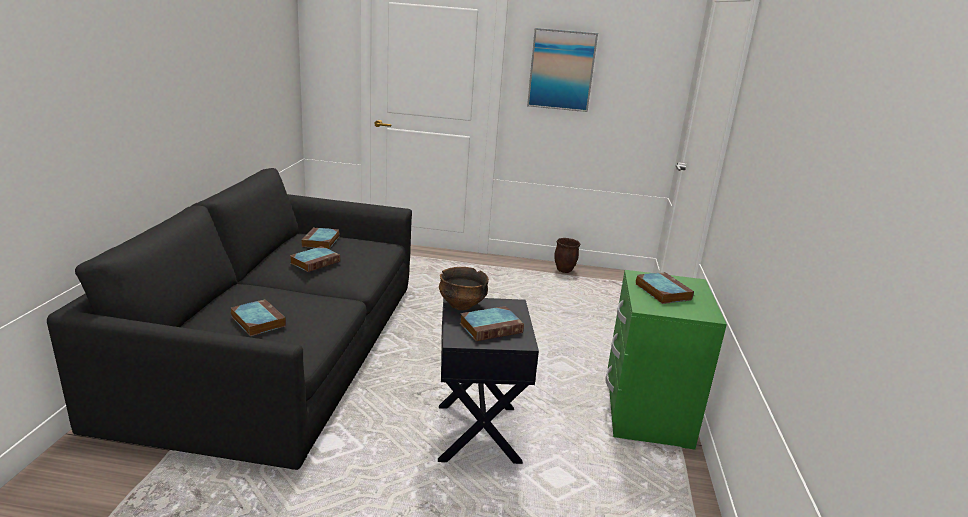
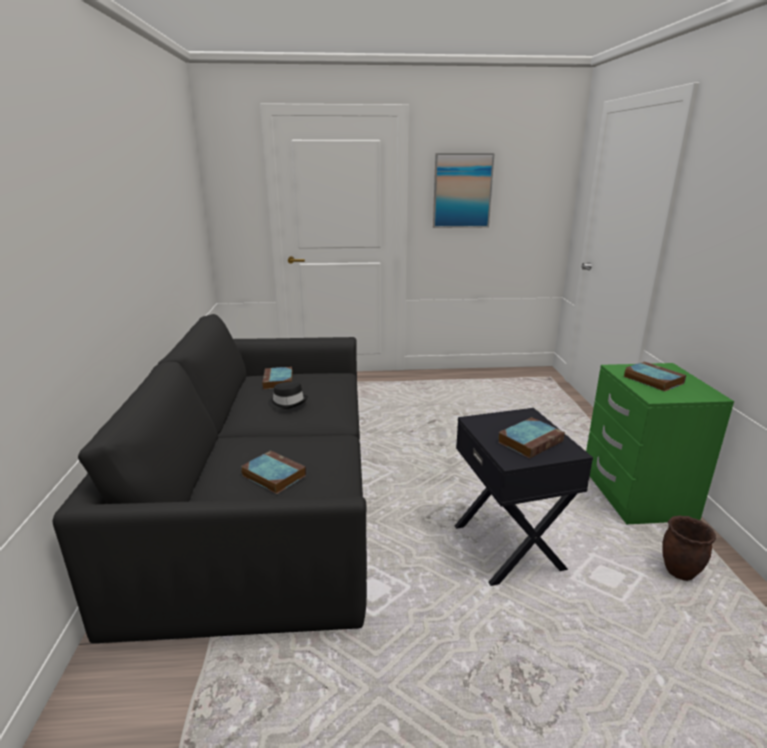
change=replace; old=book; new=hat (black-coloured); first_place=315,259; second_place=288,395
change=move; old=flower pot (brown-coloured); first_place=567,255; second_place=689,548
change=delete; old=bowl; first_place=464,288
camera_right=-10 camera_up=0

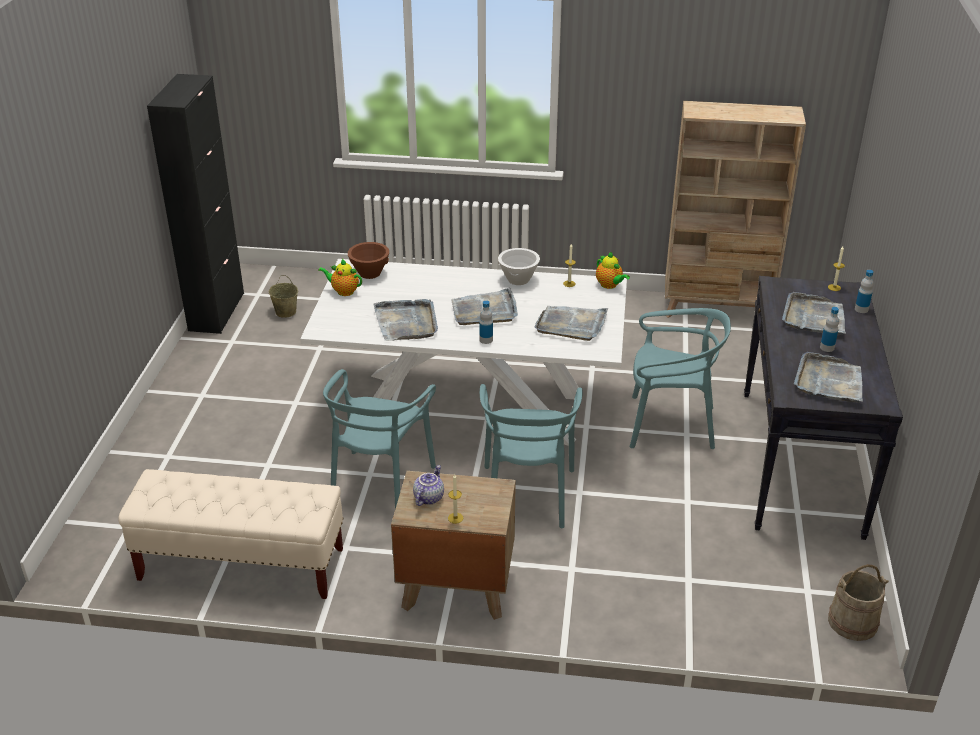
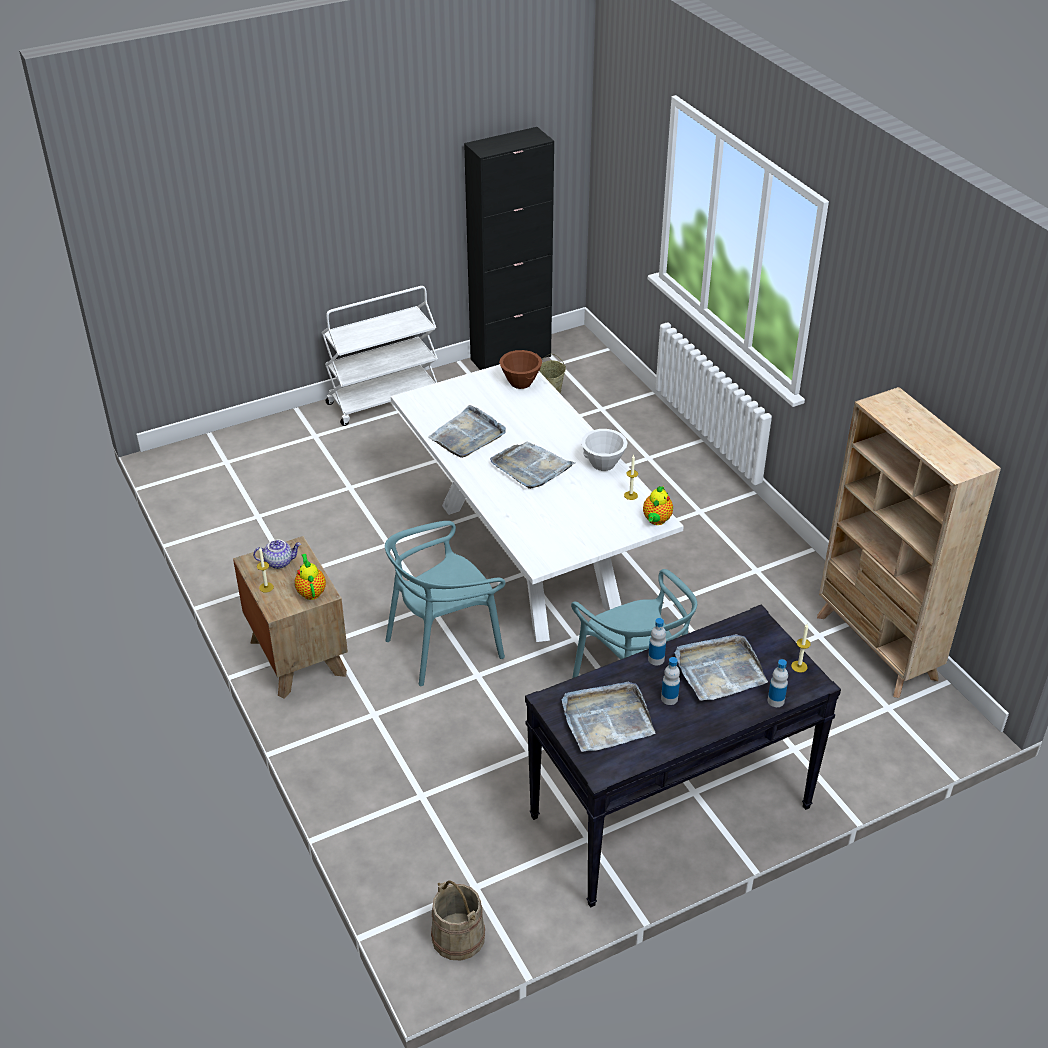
change=move; old=tea pot; first_place=340,277; second_place=310,577
change=insert; new=cart (white-coloured); second_place=380,356
change=move; old=drink bottle; first_place=486,322; second_place=657,641
change=delete; old=bench (beige-coloured); first_place=231,534
change=delete; old=chair (turquoise-coloured); first_place=379,439
change=delete; old=carrying tray (grey); first_place=571,323
camera_right=55 camera_up=5

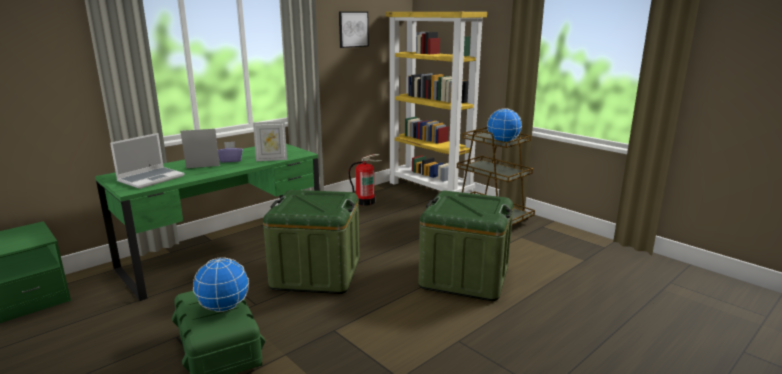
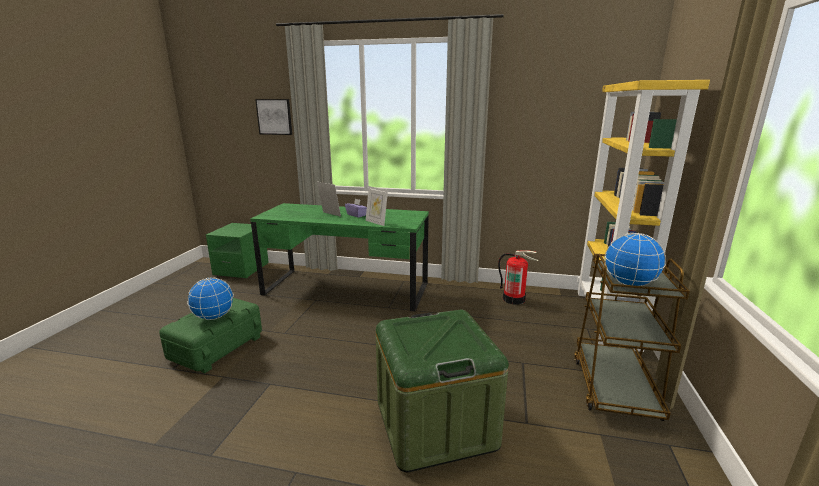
change=move; old=picture; first_place=354,29; second_place=273,117
change=delete; old=laptop; first_place=147,161
change=delete; old=storage box (green-coloured); first_place=311,242
camera_right=55 camera_up=0

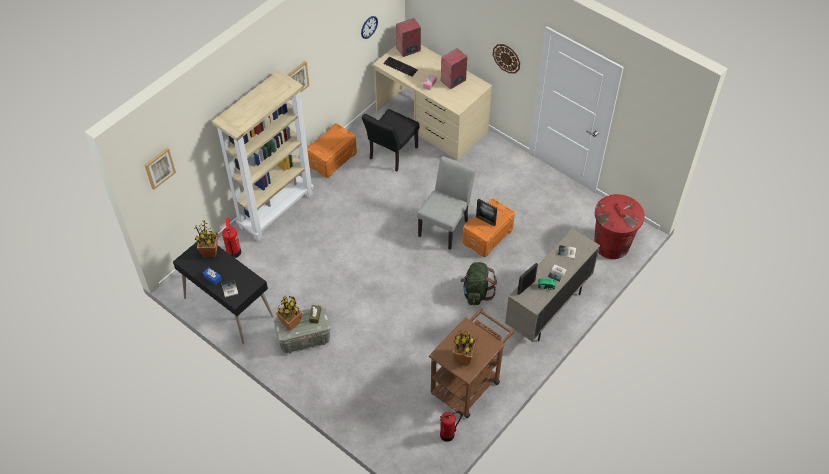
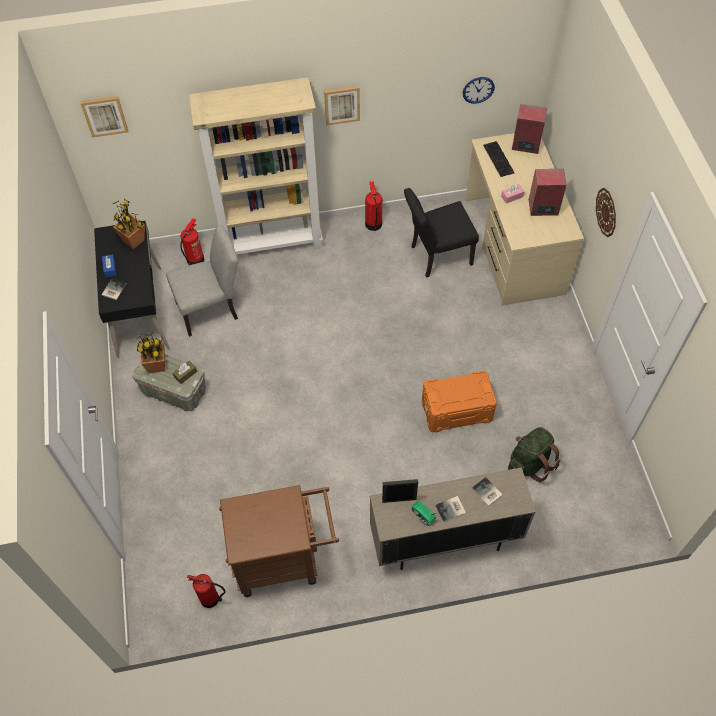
change=move; old=chair (grey); first_place=446,203; second_place=202,281
change=replace; old=storage box (orange); new=fire extinguisher; first_place=332,150; second_place=373,206
change=move; old=rucksack (green-coloured); first_place=479,283; second_place=534,454
change=delete; old=potted plant; first_place=465,347
change=delete; old=picture frame; first_place=486,213
change=delete; old=trash can (reddish); first_place=619,226
camera_right=40 camera_up=5

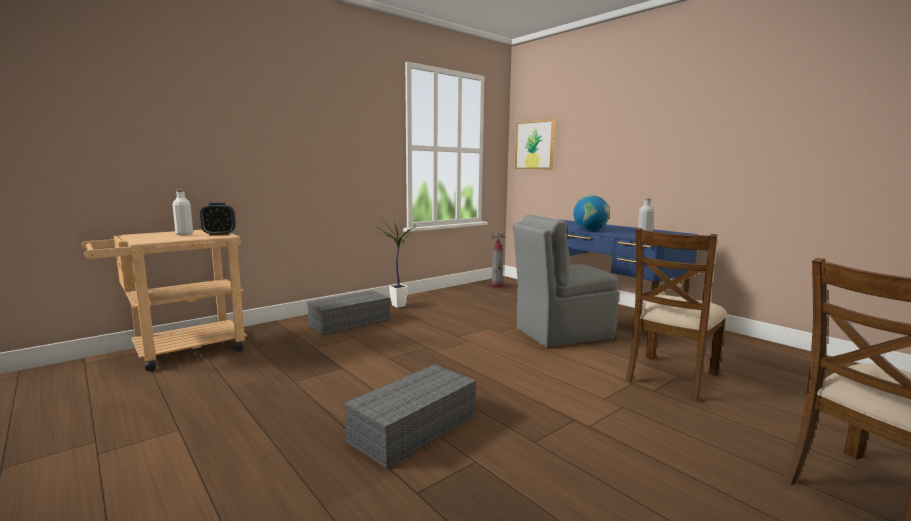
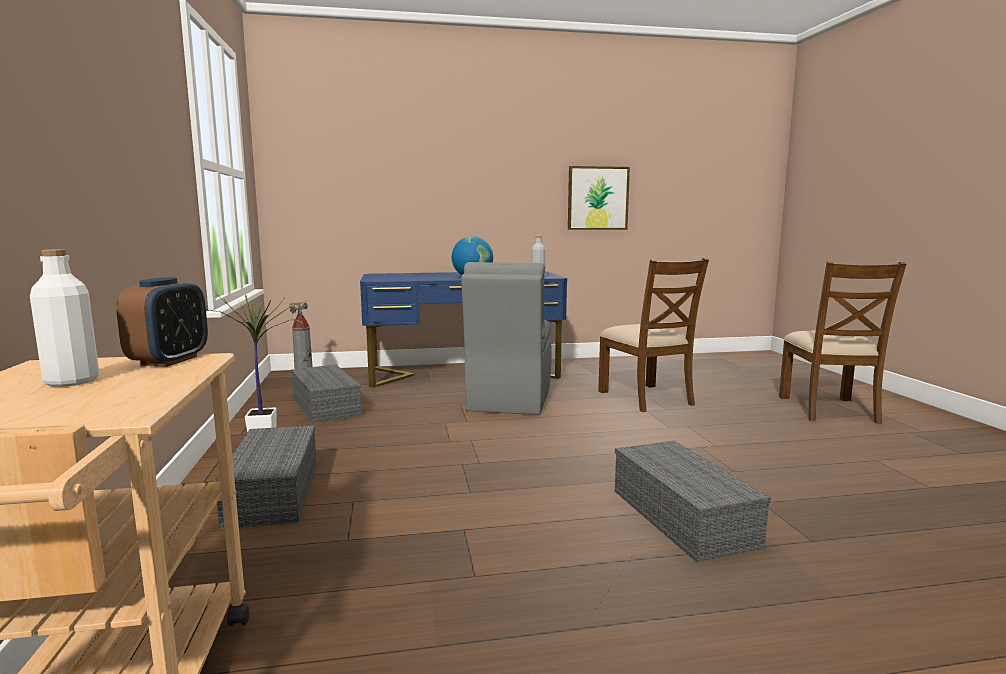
change=insert; new=storage box (grey); second_place=326,394
change=move; old=picture; first_place=535,144; second_place=599,198
camera_right=-60 camera_up=0

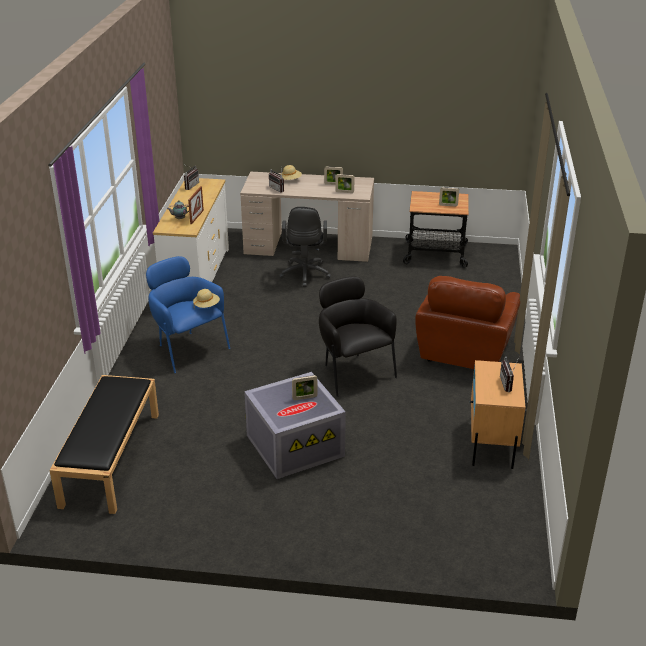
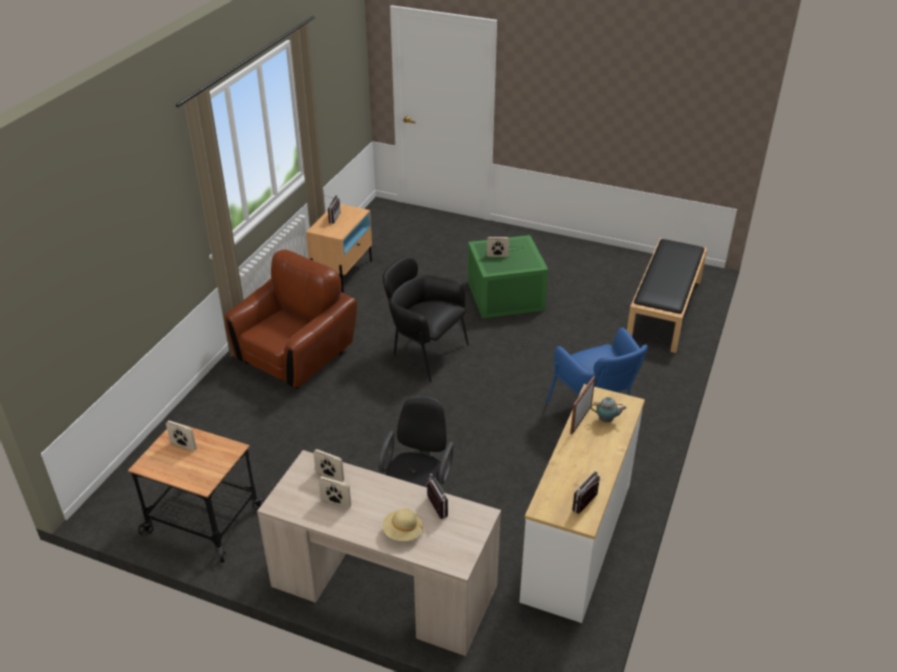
change=rotate; old=lounge chair (black-coloured); first_place=358,336; second_place=426,319; degrees=135
change=recolor; old=storage box (grey); new=storage box (green-coloured); first_place=295,425; second_place=508,276
change=delete; old=hat (beige-coloured); first_place=206,299
camera_right=-165 camera_up=5

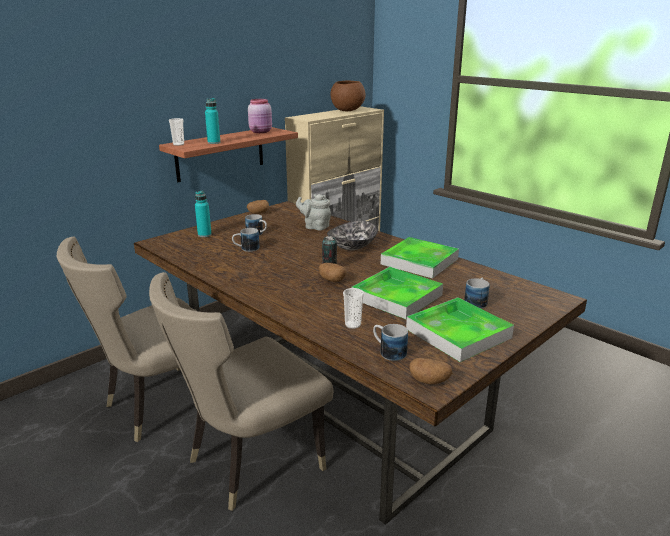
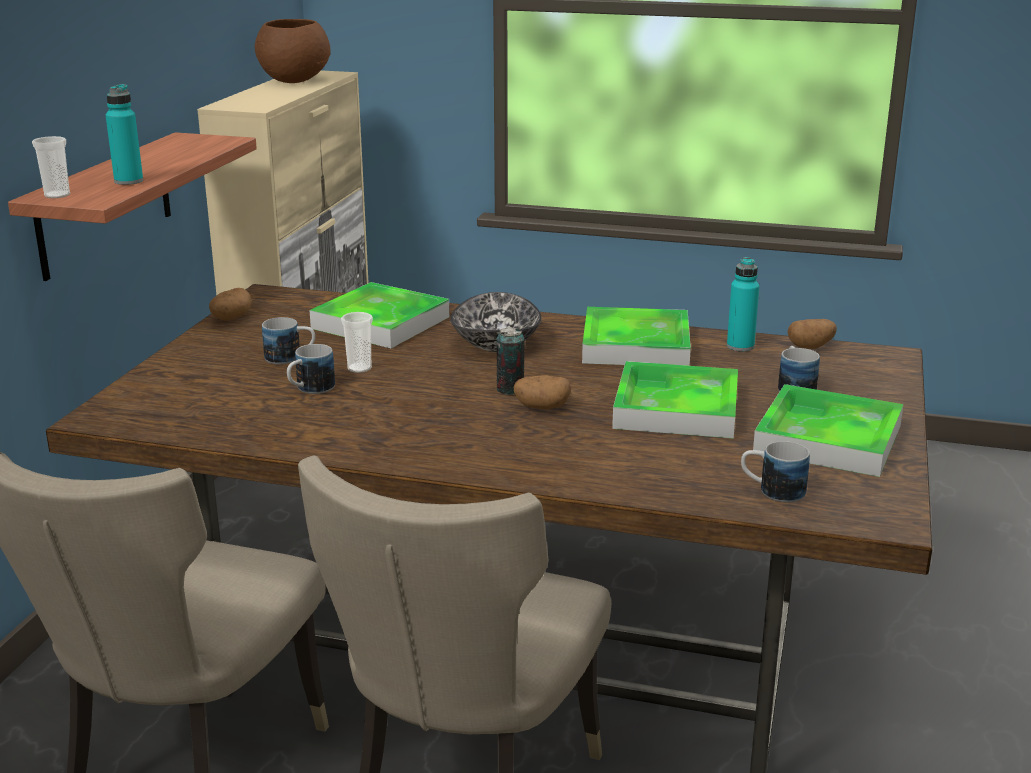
change=replace; old=tea pot (grey); new=carrying tray; first_place=313,212; second_place=379,315
change=move; old=small cup; first_place=353,308; second_place=357,342
change=move; old=drink bottle (turquoise-coloured); first_place=203,214; second_place=743,304
change=move; old=spud; first_place=430,371; second_place=812,334
change=delete; old=preserve jar (pink); first_place=260,116
camera_right=-30 camera_up=0

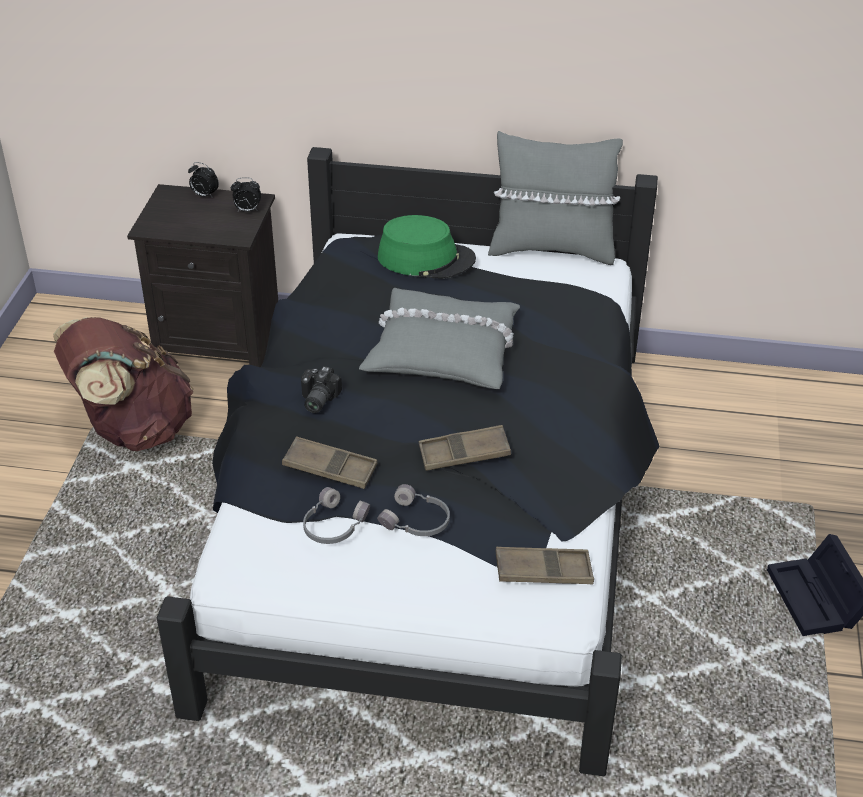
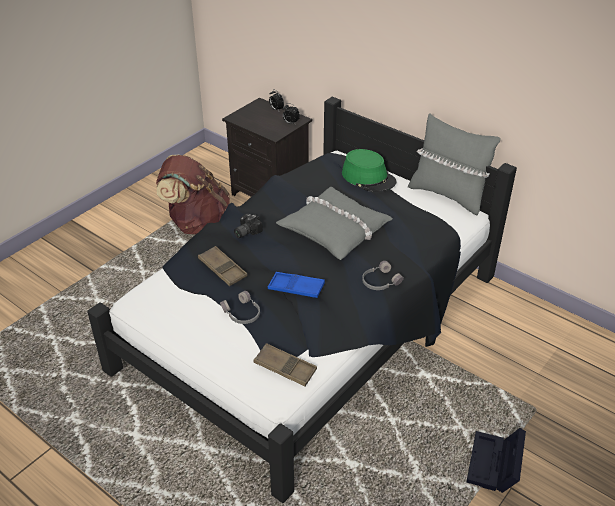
change=recolor; old=carrying tray (brown-coloured); new=carrying tray (blue-coloured); first_place=465,448; second_place=296,285
change=move; old=headphones (grey); first_place=336,515; second_place=383,275
camera_right=30 camera_up=0

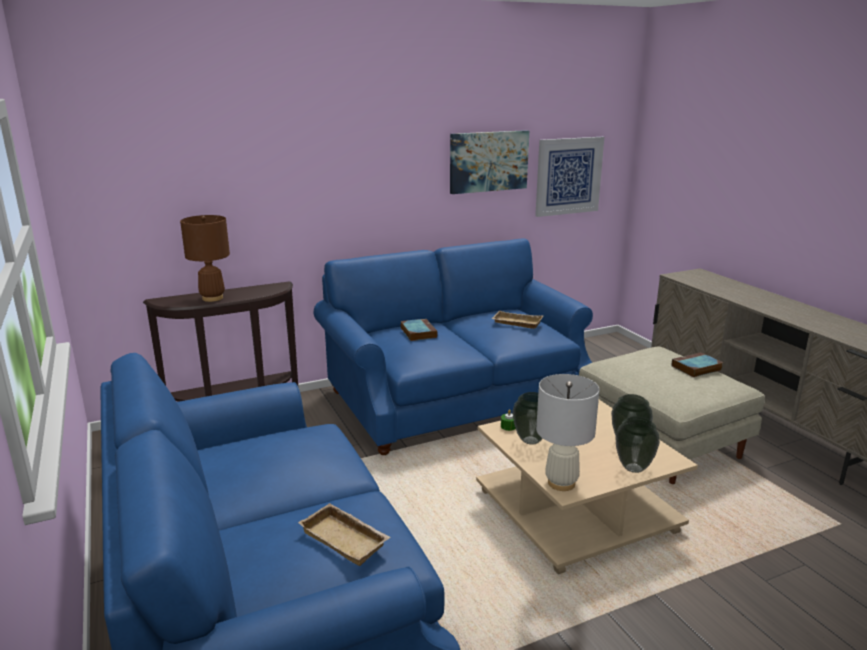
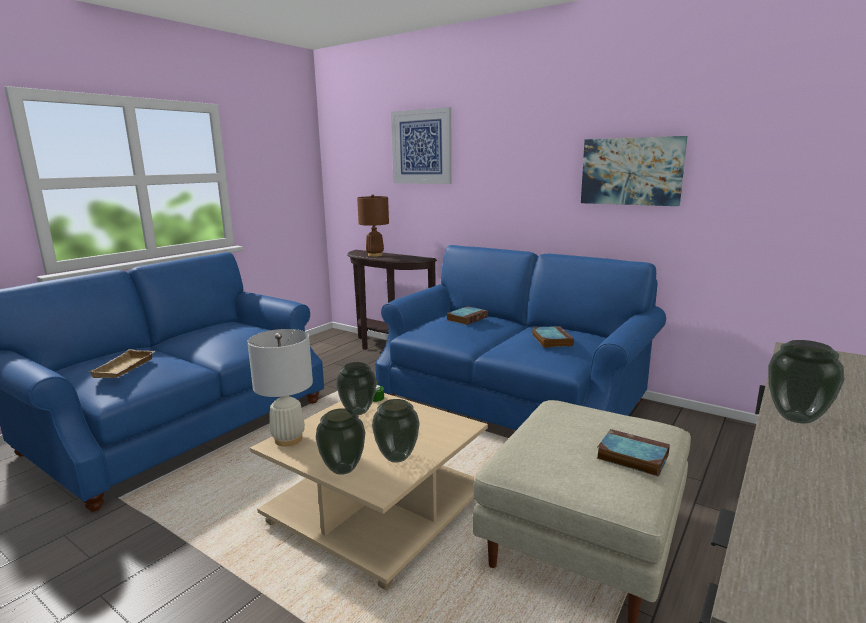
change=move; old=picture; first_place=569,177; second_place=421,145
change=replace; old=carrying tray (beige-coloured); new=book; first_place=517,320; second_place=553,337
change=insert; new=decorative vase; second_place=806,382
camera_right=60 camera_up=-5

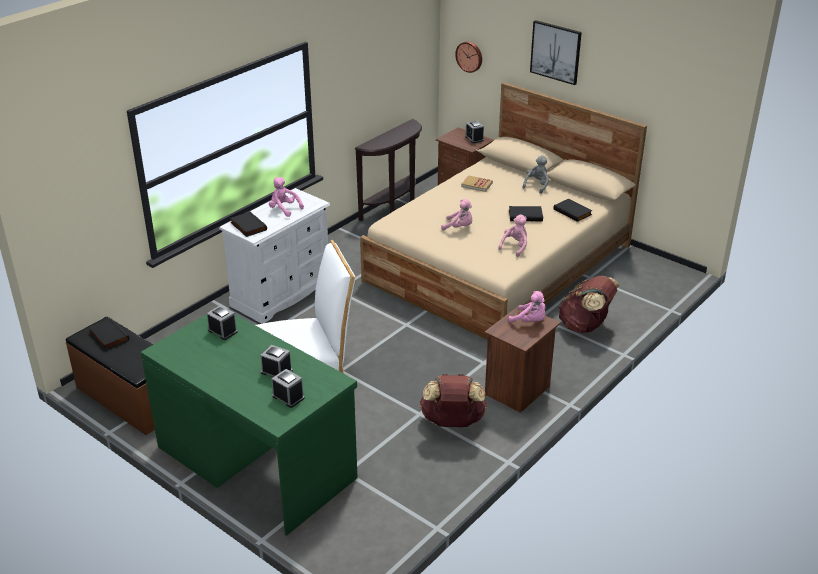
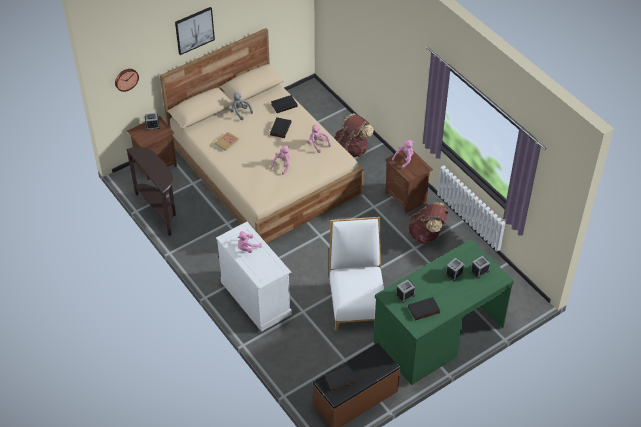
change=move; old=book (black-coloured); first_place=248,224; second_place=424,309
camera_right=-75 camera_up=15

